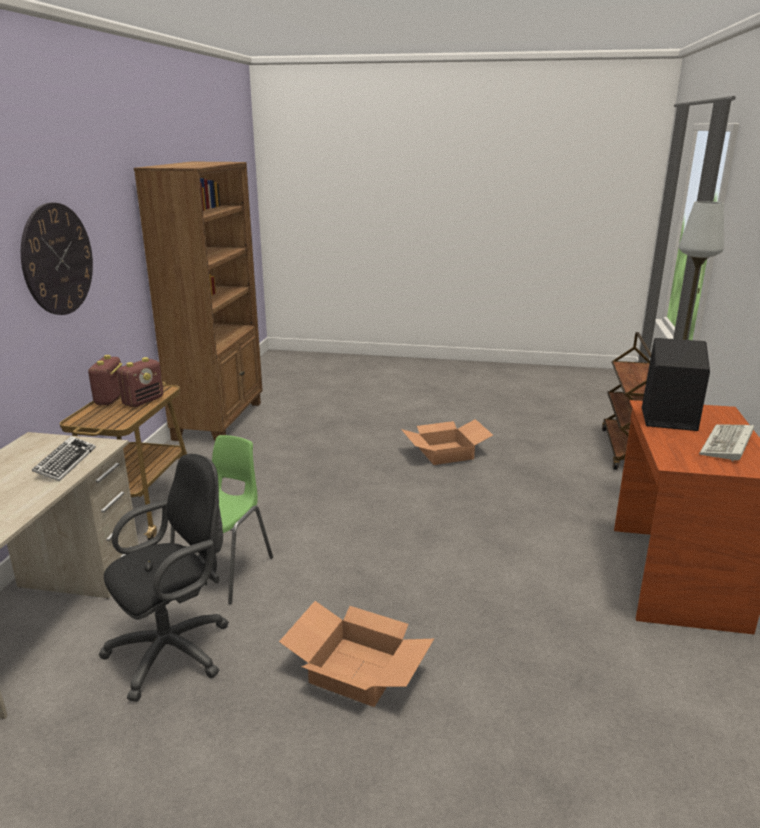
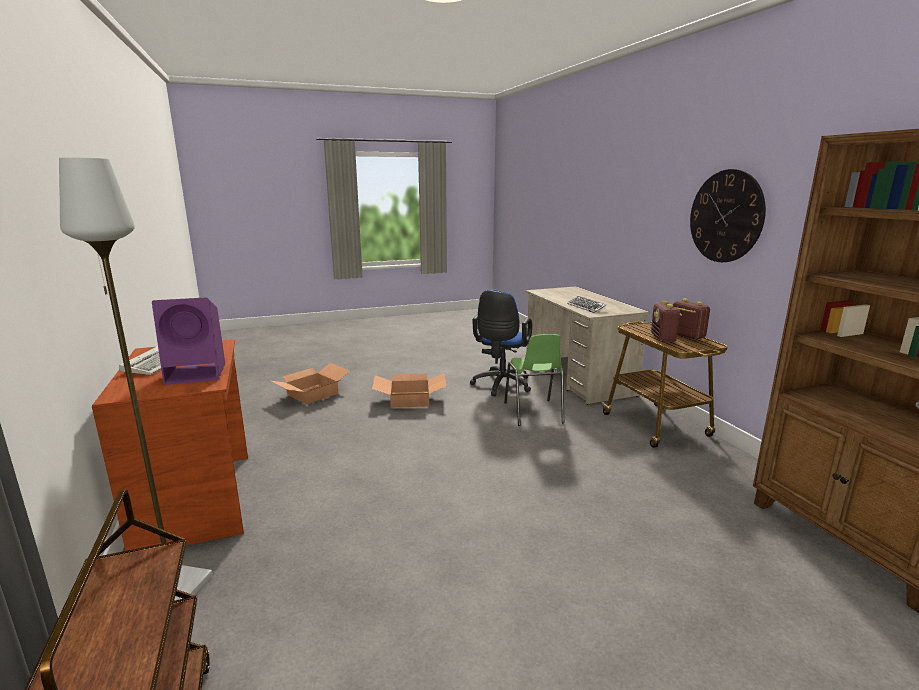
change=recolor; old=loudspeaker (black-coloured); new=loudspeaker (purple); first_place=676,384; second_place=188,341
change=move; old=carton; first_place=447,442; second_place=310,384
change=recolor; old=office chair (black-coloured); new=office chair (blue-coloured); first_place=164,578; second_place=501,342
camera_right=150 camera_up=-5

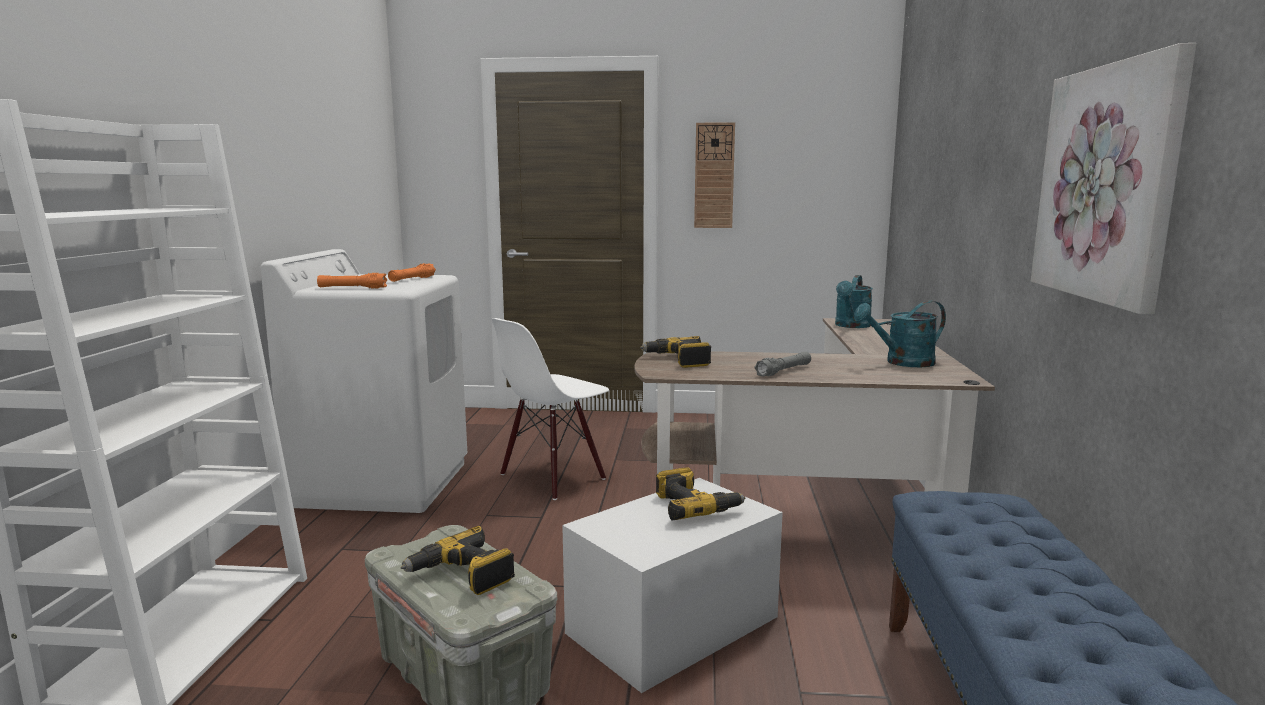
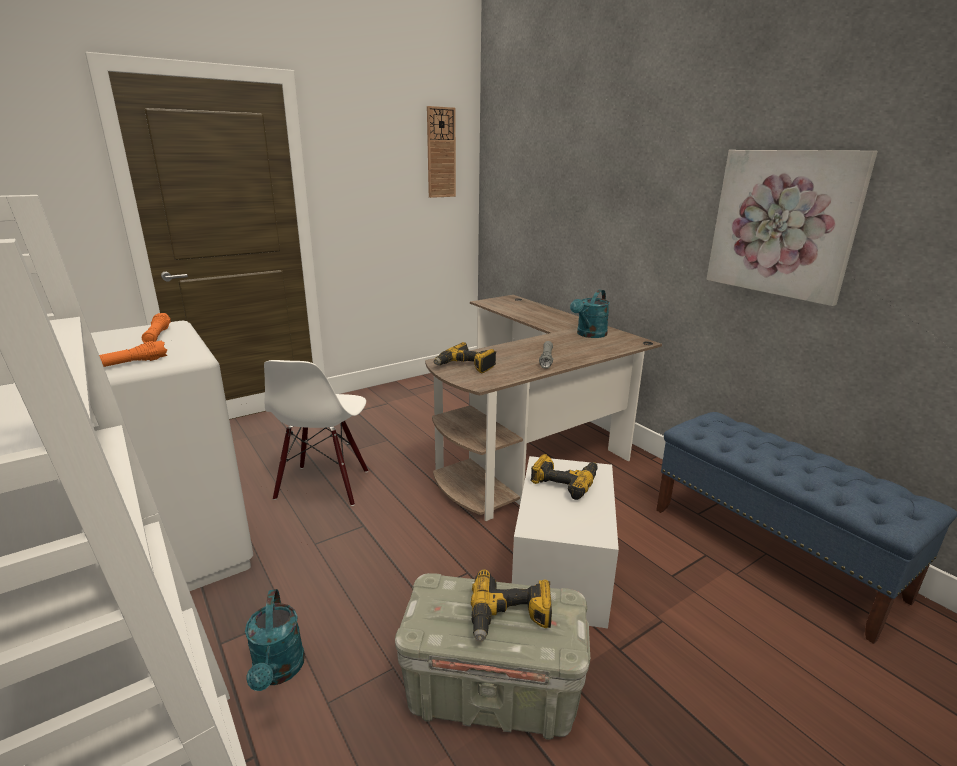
change=move; old=sprinkling can (turquoise-coloured); first_place=854,301; second_place=275,640
change=move; old=clock on the wall; first_place=714,175; second_place=441,152
camera_right=-40 camera_up=10

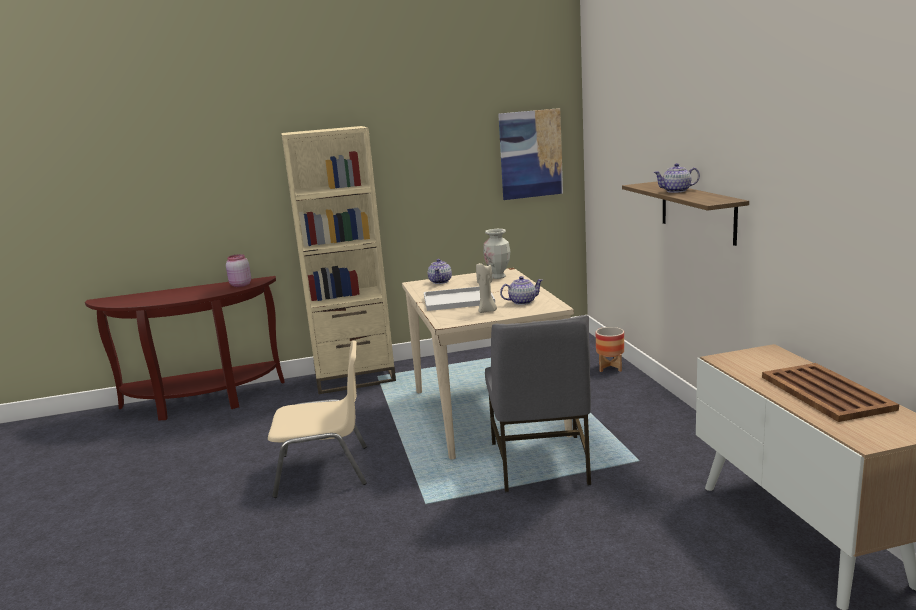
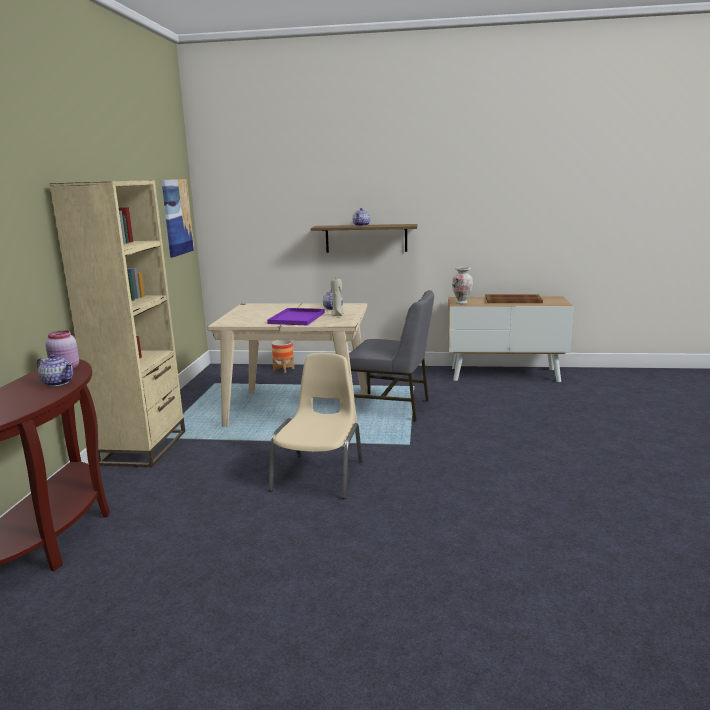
change=move; old=tea pot; first_place=440,271; second_place=55,370
change=recolor; old=carrying tray (white-coloured); new=carrying tray (purple); first_place=459,299; second_place=296,316
change=move; old=decorative vase; first_place=496,254; second_place=462,285
camera_right=-70 camera_up=0

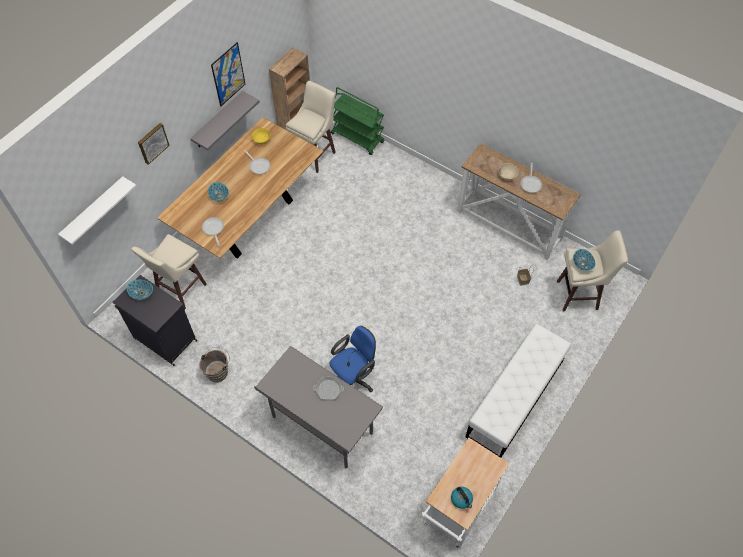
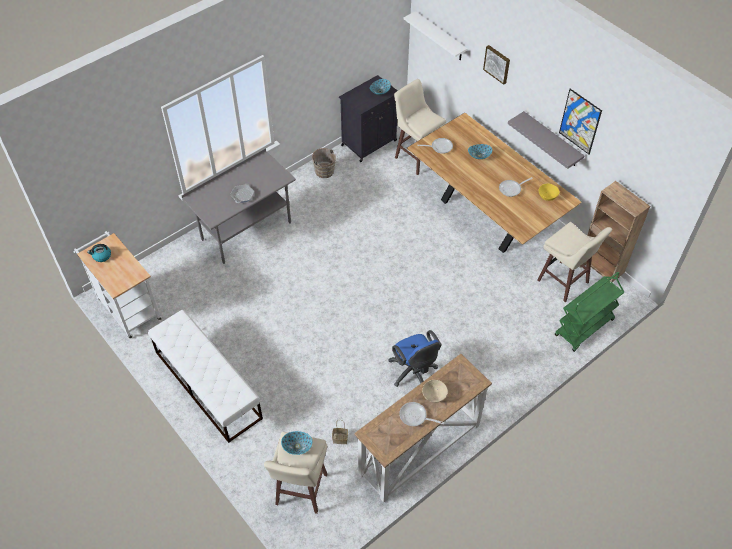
change=move; old=office chair (blue-coloured); first_place=352,359; second_place=414,358
camera_right=105 camera_up=-5

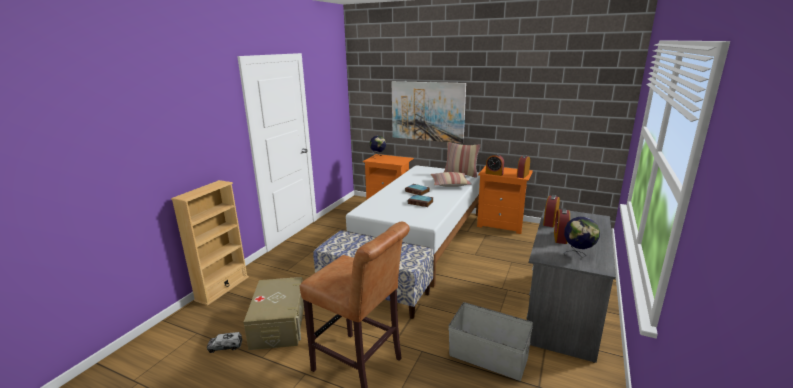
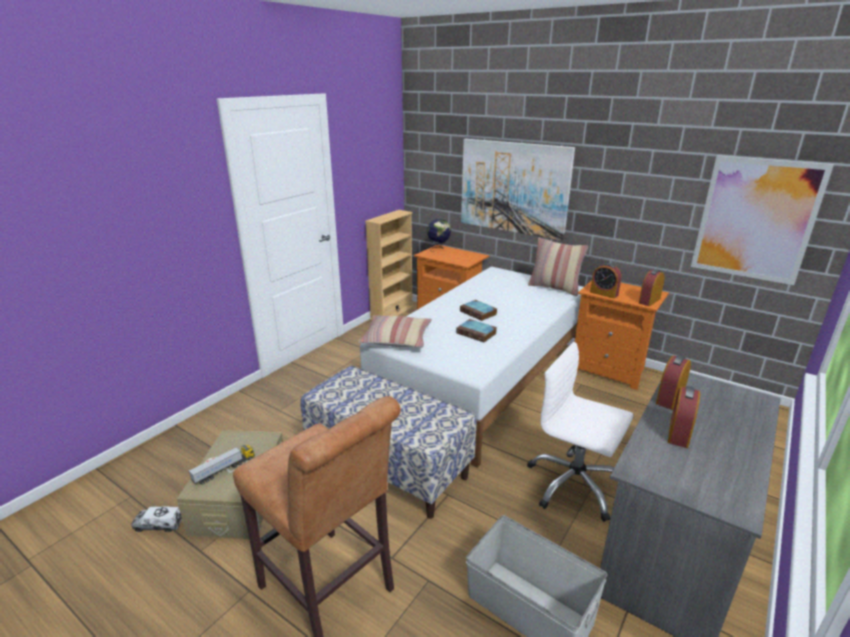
change=insert; new=model truck; second_place=222,465
change=move; old=cushion; first_place=451,179; second_place=395,331
change=move; old=bookshelf (beige-coloured); first_place=210,243; second_place=389,265
change=insert; new=office chair (white-coloured); second_place=580,432
change=insert; new=picture; second_place=762,220
change=delete; old=globe; first_place=582,237
camera_right=10 camera_up=5

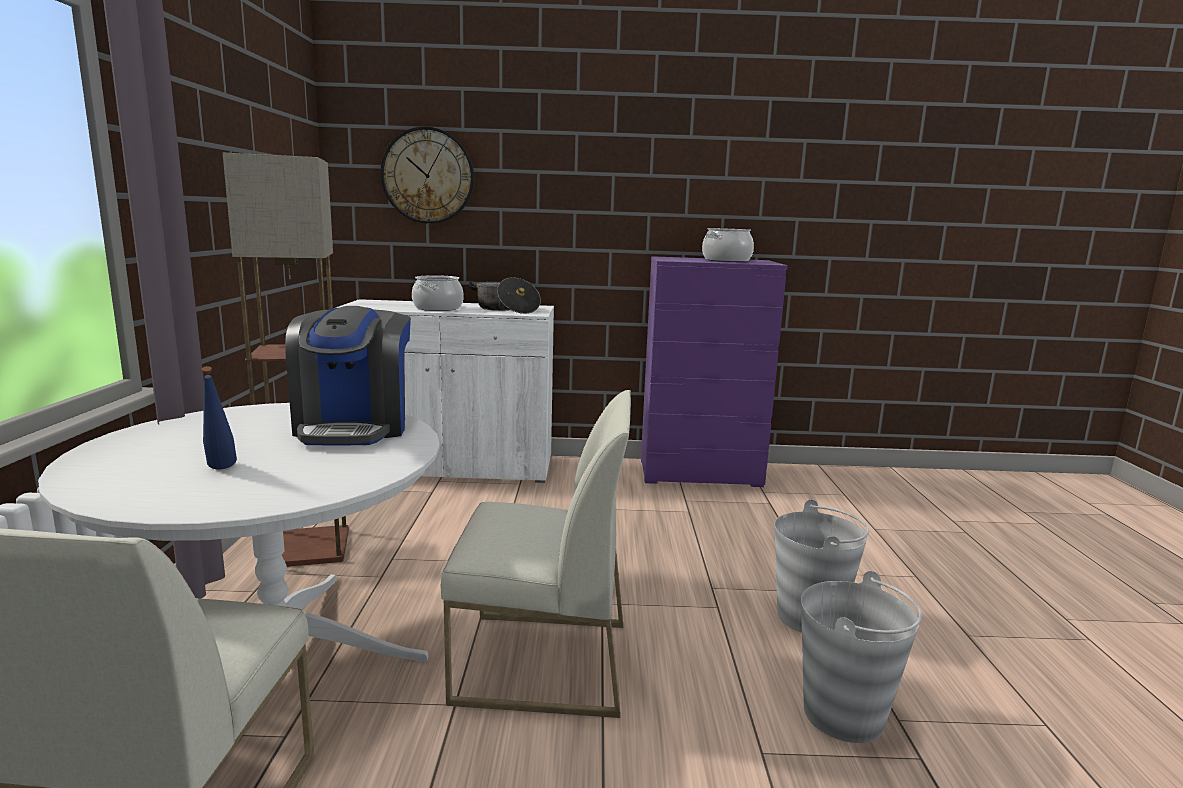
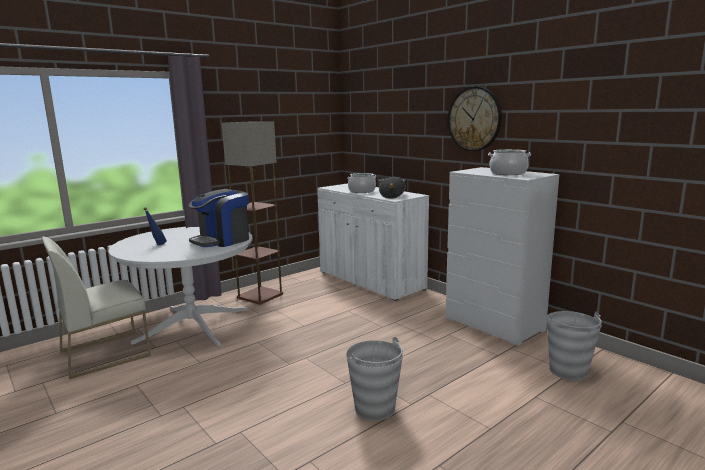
change=recolor; old=dresser (purple); new=dresser (white-coloured); first_place=714,371; second_place=502,256
change=move; old=clock on the wall; first_place=427,175; second_place=475,118
change=move; old=water bucket (grey); first_place=861,657; second_place=574,346
change=delete; old=chair (white-coloured); first_place=536,554
camera_right=50 camera_up=0

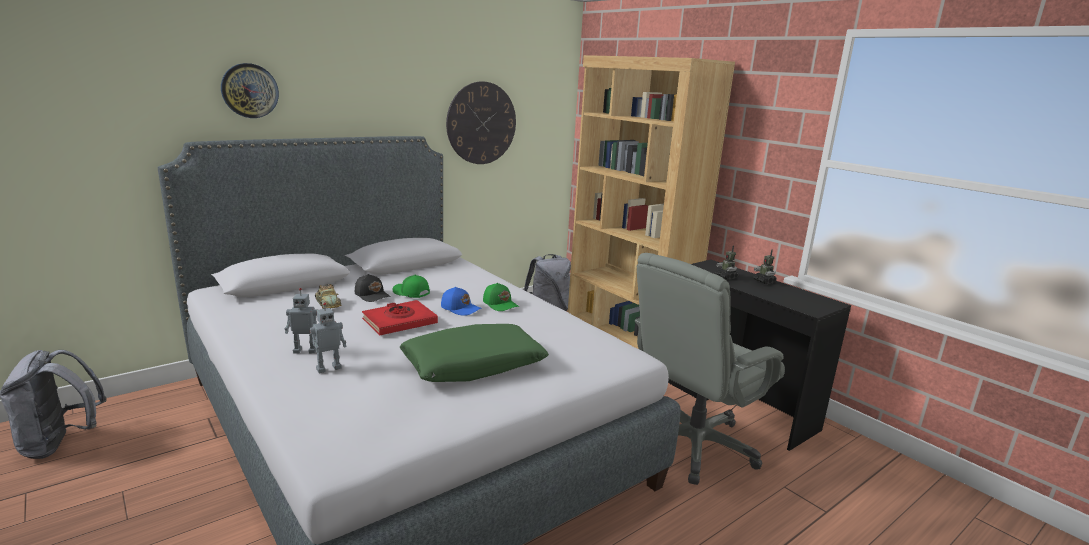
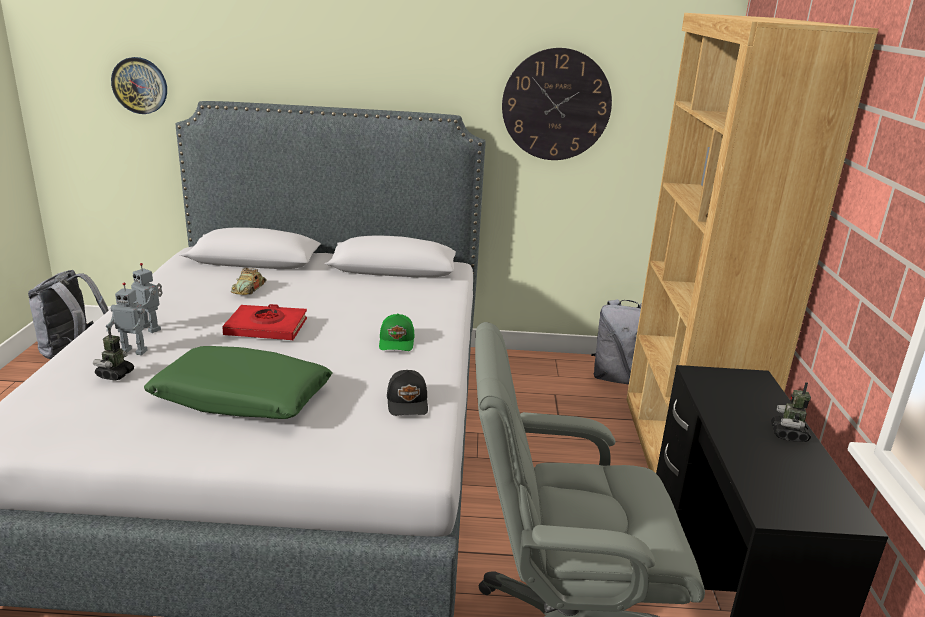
change=move; old=robot figure; first_place=727,262; second_place=113,353
change=move; old=clock on the wall; first_place=250,90; second_place=139,85
change=move; old=peaked cap (black-coloured); first_place=373,288; second_place=407,393
change=delete; old=peaked cap (green-coloured); first_place=411,286
change=delete; old=peaked cap (blue-coloured); first_place=461,301
camera_right=40 camera_up=5

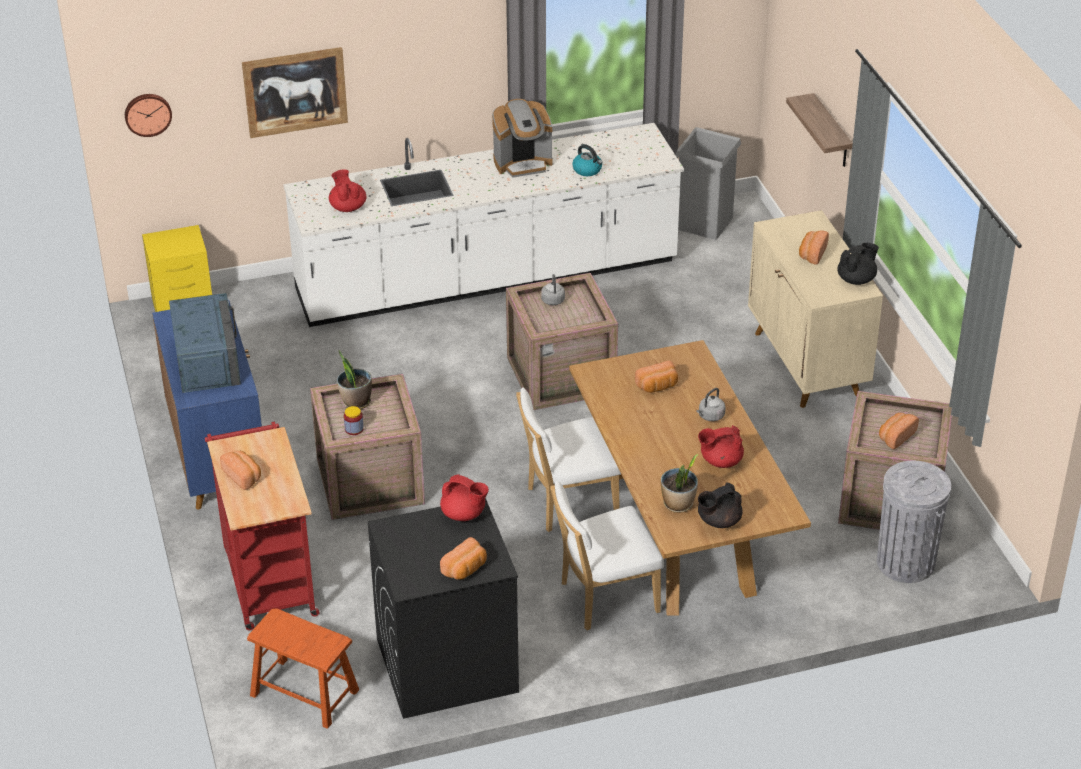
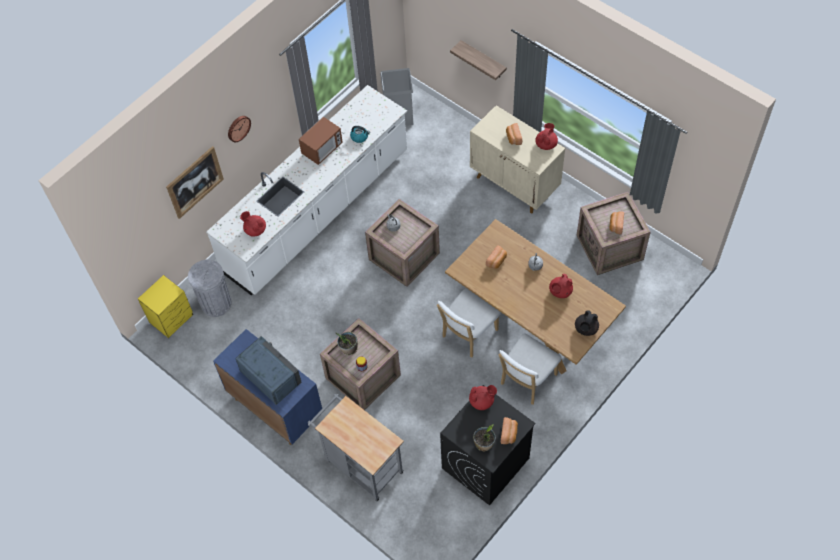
change=move; old=trash can (grey); first_place=914,522; second_place=210,288
change=move; old=clock on the wall; first_place=148,115; second_place=239,129
change=replace; old=coffee brewer; new=microwave oven; first_place=522,138; second_place=321,141
change=recolor; old=cart (reddish); new=cart (grey); first_place=262,526; second_place=356,447
change=move; old=potted plant; first_place=679,483; second_place=484,437
change=recolor; old=tea pot (black-coloured); new=tea pot (reddish); first_place=858,264; second_place=546,136
change=delete; old=baked bread; first_place=240,470
change=delete; old=sitting stool (brown-coloured); first_place=303,668
camera_right=-30 camera_up=20

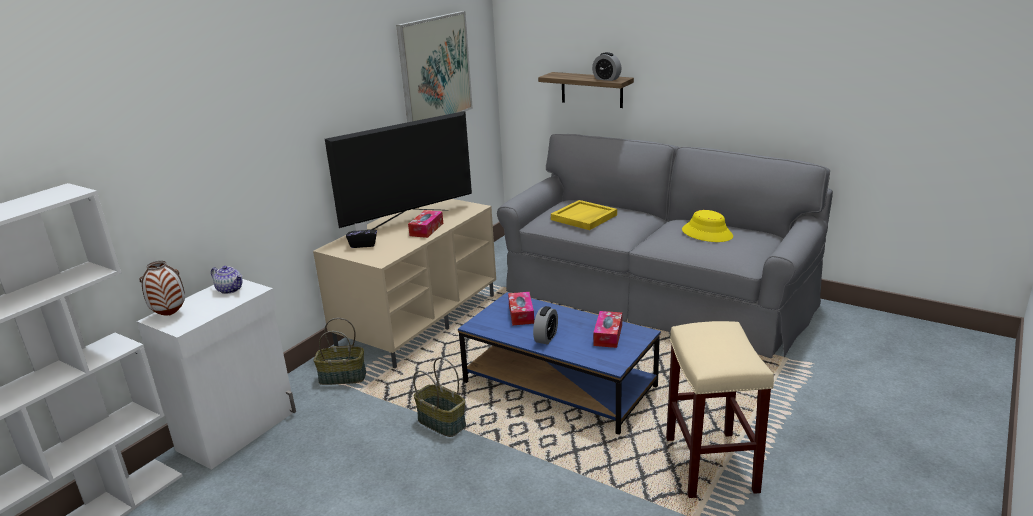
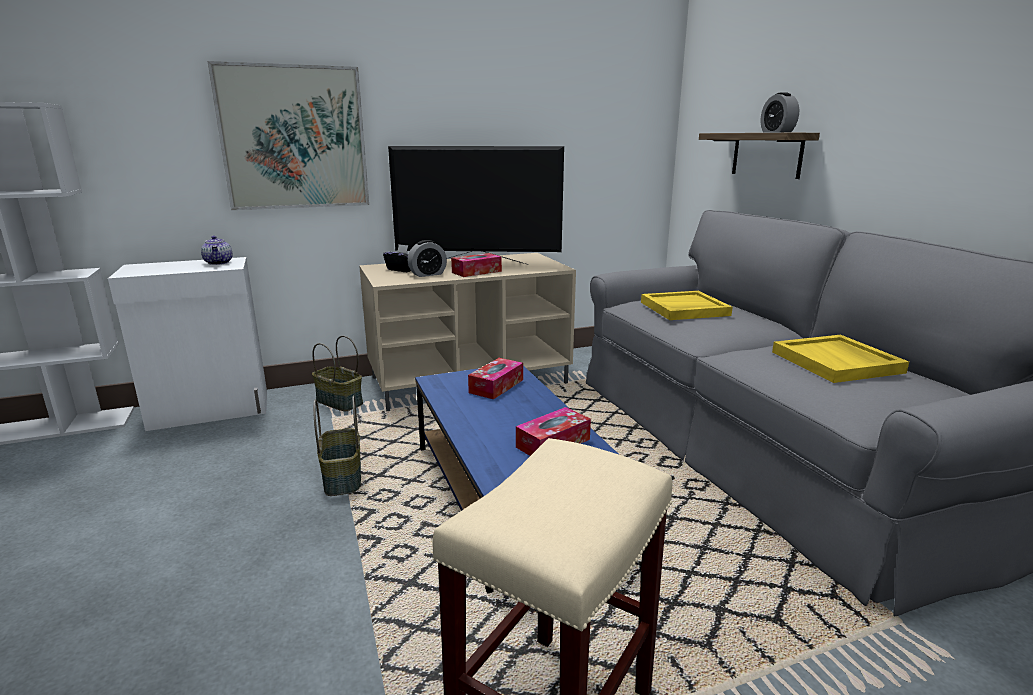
change=move; old=picture; first_place=434,66; second_place=288,135
change=move; old=table clock; first_place=545,325; second_place=427,258
change=replace; old=hat (yellow); new=carrying tray (yellow); first_place=707,226; second_place=840,359
change=delete; old=decorative vase; first_place=162,288
camera_right=35 camera_up=-5

